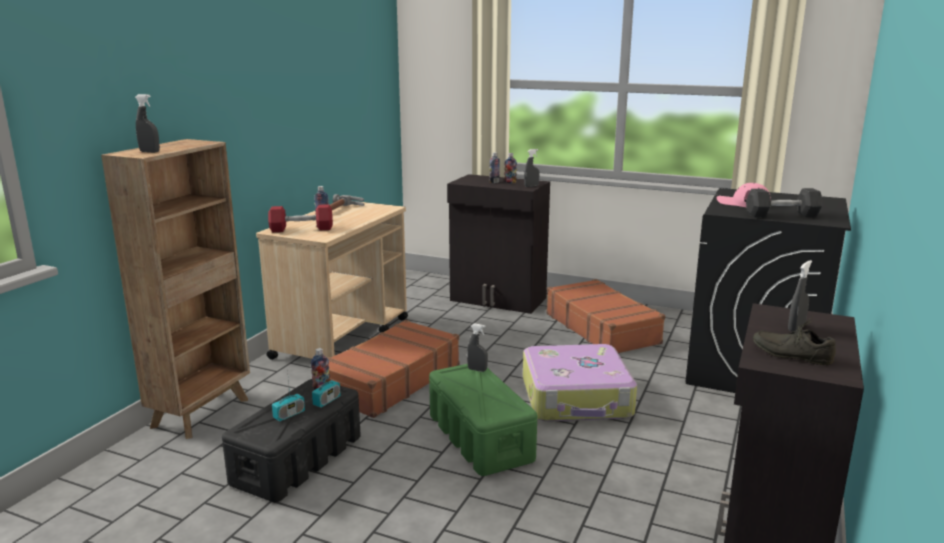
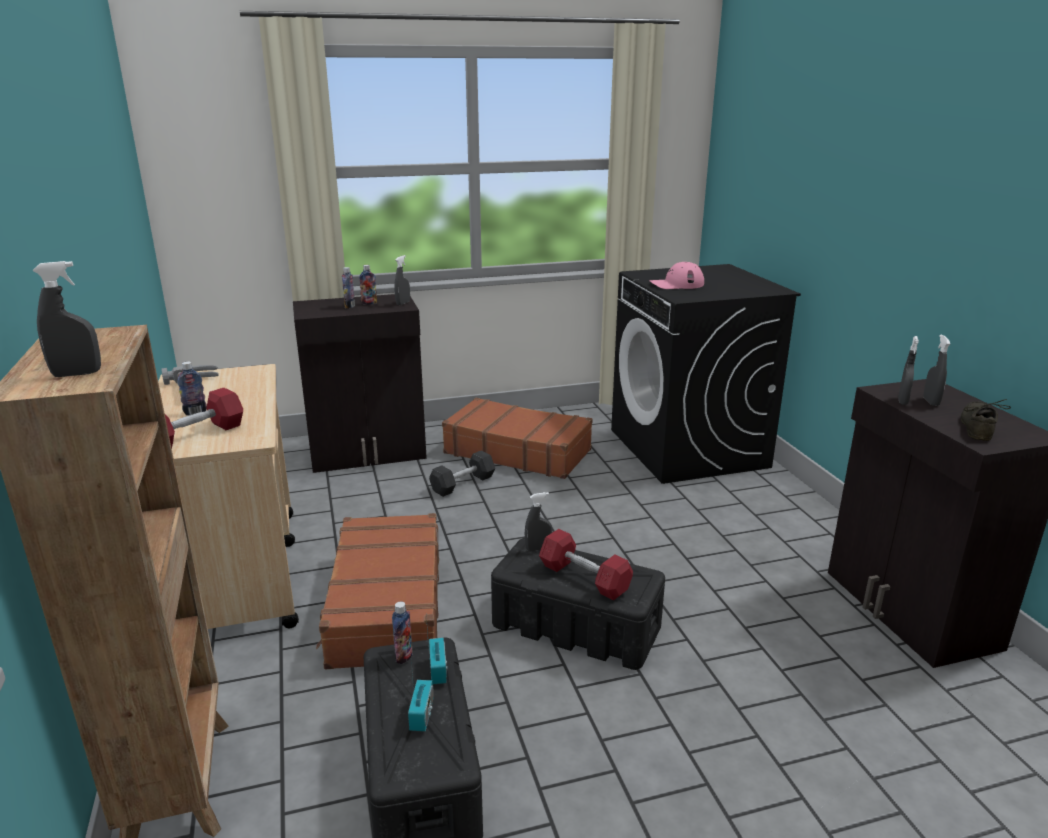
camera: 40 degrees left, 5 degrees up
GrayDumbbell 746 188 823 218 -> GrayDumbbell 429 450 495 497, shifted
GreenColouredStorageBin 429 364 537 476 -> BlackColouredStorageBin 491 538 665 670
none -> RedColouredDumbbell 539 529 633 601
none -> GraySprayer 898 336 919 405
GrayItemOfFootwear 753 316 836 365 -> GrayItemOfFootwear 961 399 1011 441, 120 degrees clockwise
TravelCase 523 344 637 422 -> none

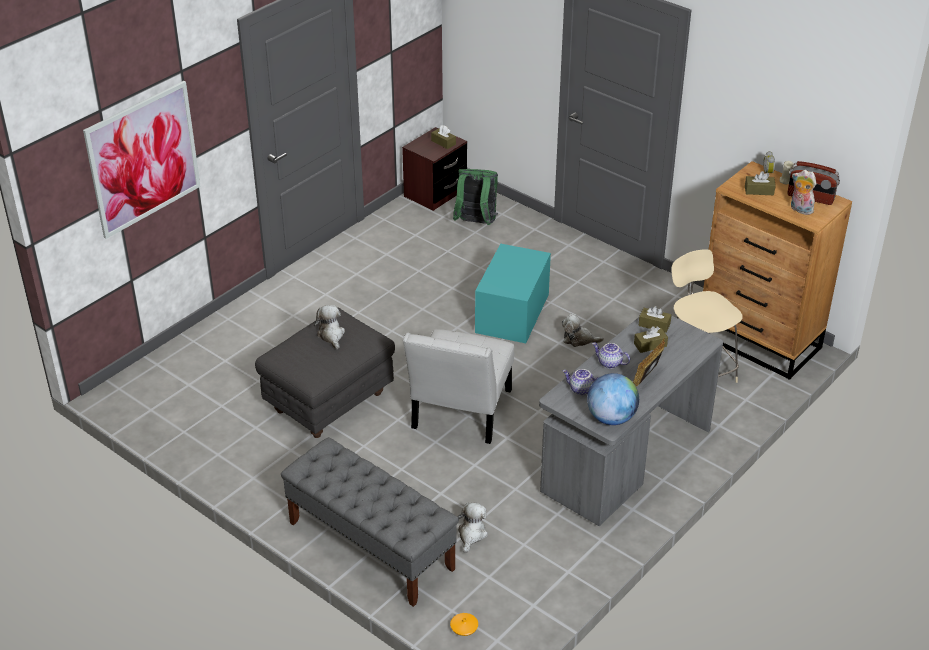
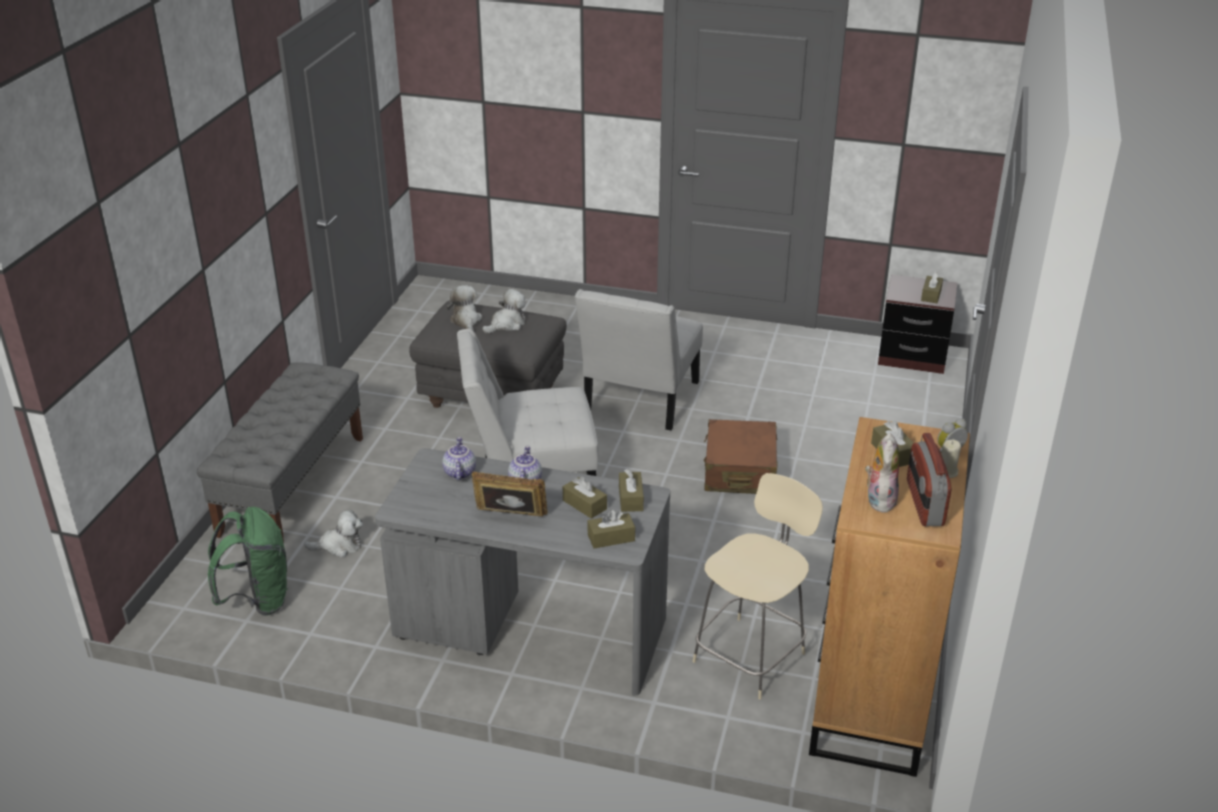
camera: 65 degrees right, 5 degrees down
GreenColouredRucksack 453 169 498 225 -> GreenColouredRucksack 208 507 287 616, shifted
PlushToy 562 314 604 347 -> PlushToy 447 285 482 331, shifted
none -> WhitishUprightChair 575 289 703 431
none -> BrownTissueBox 588 510 635 549
BlueGreenStorageBin 475 243 551 343 -> BrownTravelCase 704 419 778 494
WallArt 83 81 201 239 -> none
OrangeColouredDecorativeVase 450 613 478 636 -> none
DeskGlobe 587 373 639 425 -> none

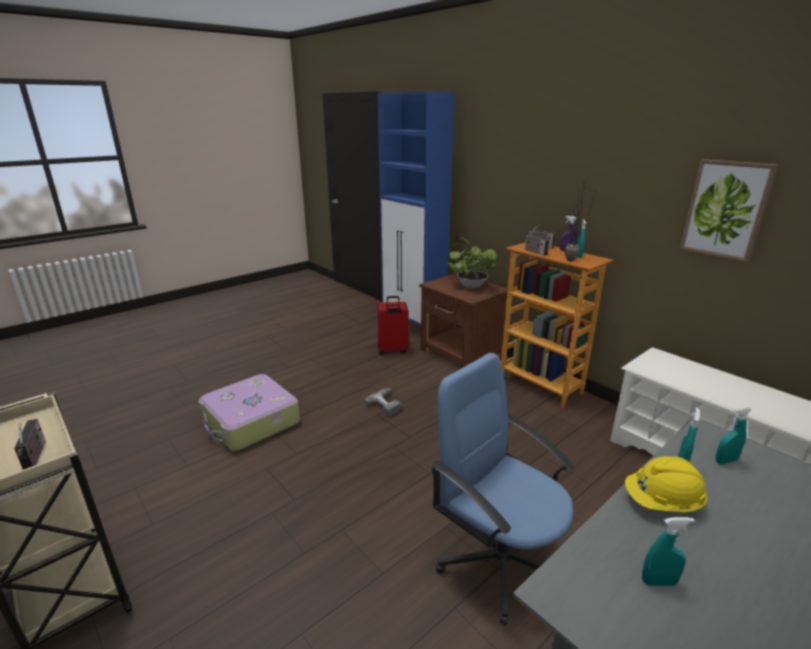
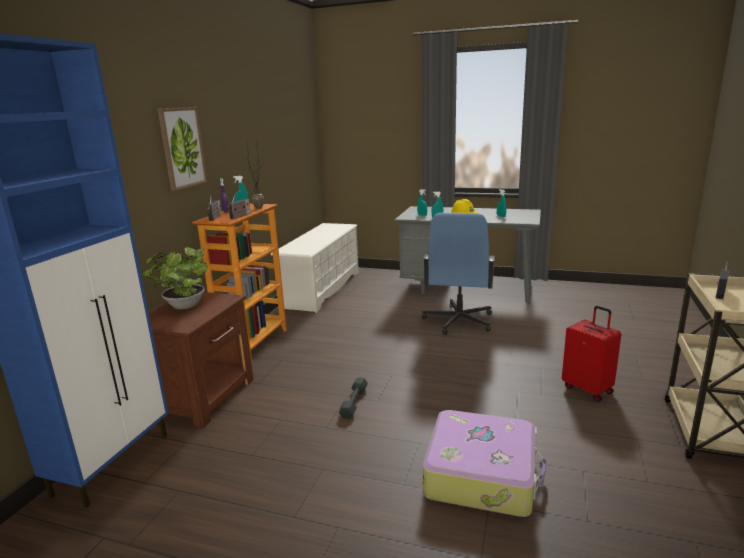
camera: 120 degrees left, 5 degrees down
WallArt 679 159 778 262 -> WallArt 158 107 207 191, shifted
PowerDrill 364 388 401 416 -> GrayDumbbell 339 377 368 419
RedColouredTravelCase 377 296 409 355 -> RedColouredTravelCase 562 306 621 402, shifted

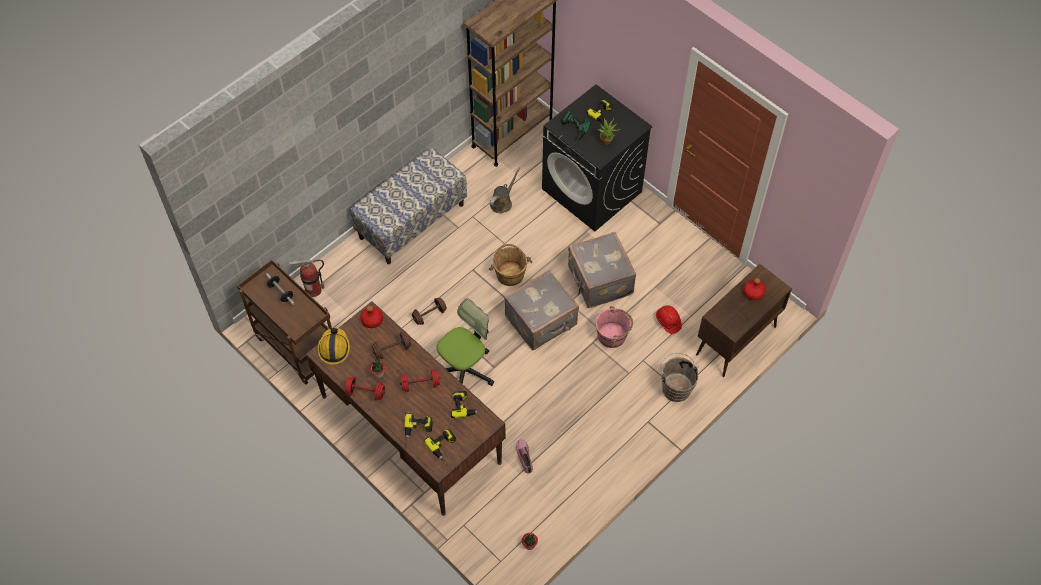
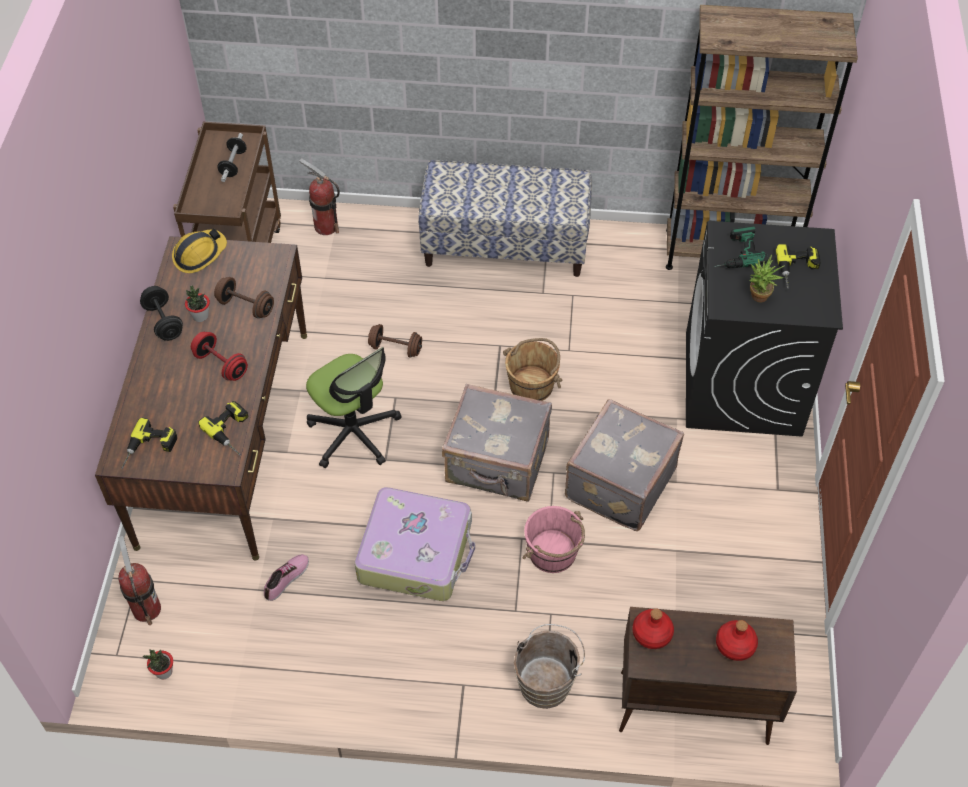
camera: 50 degrees right, 5 degrees down
none -> FireFightingCylinder 118 536 161 625
RedColouredDumbbell 345 377 385 401 -> BlackColouredDumbbell 140 286 183 341
DeskChair 437 298 494 386 -> DeskChair 306 347 402 468, 45 degrees clockwise
none -> TravelCase 355 487 475 601
RedColouredBottle 360 306 383 328 -> RedColouredBottle 633 608 674 649, shifted
PowerDrill 404 413 433 449 -> none
BrownWateringCan 490 168 520 213 -> none
RedColouredSafetyHelmet 656 305 682 334 -> none

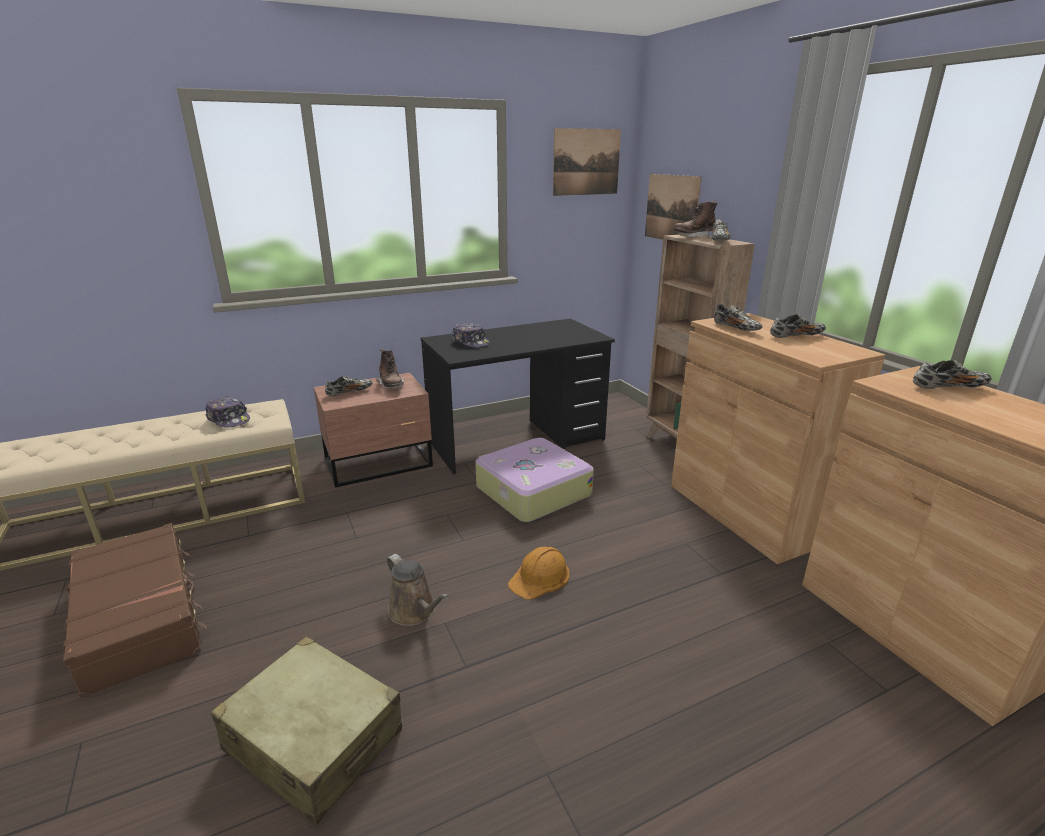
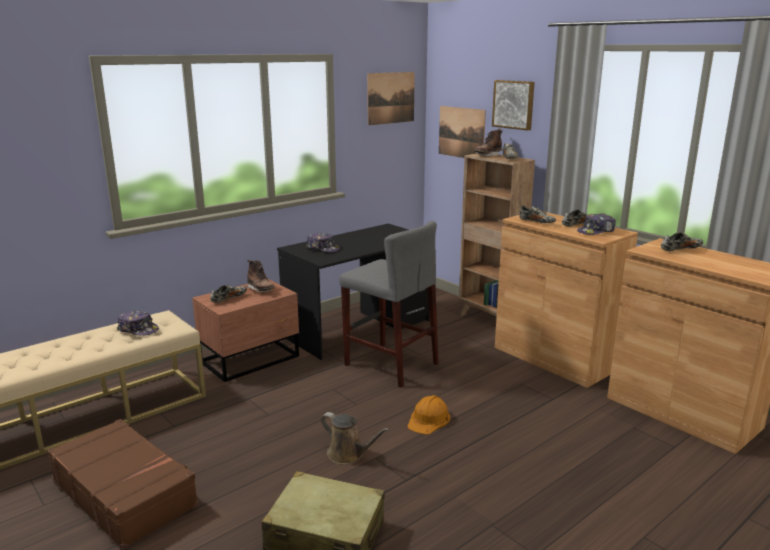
camera: 15 degrees left, 5 degrees down
TravelCase 475 438 594 522 -> GraySittingStool 339 221 439 388
none -> WallArt 492 80 535 131
none -> BaseballCap 577 214 616 235

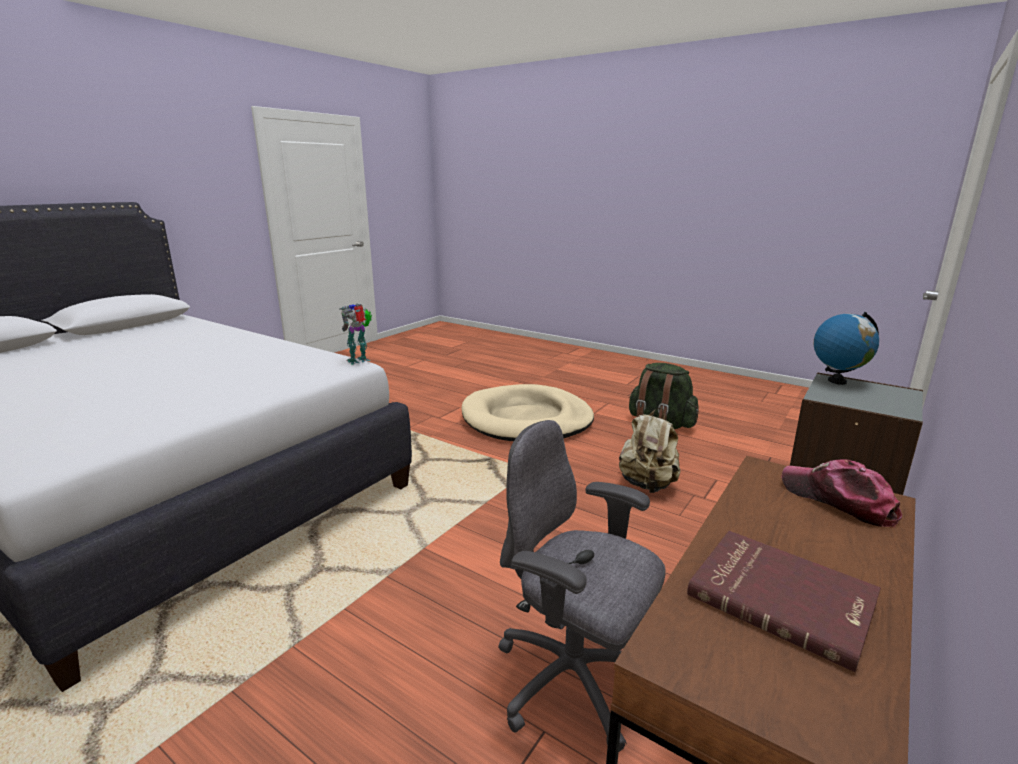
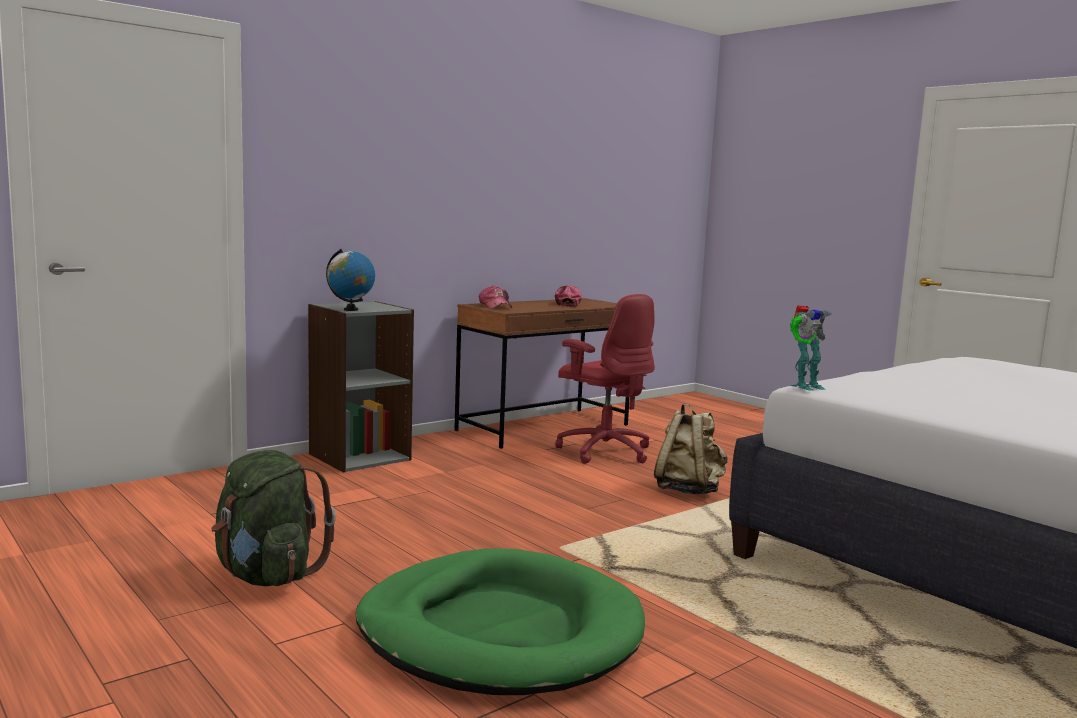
camera: 165 degrees left, 10 degrees down
BeigeDogBed 462 384 594 441 -> GreenColouredDogBed 356 548 645 695
RedColouredBoundBook 687 531 881 672 -> BaseballCap 555 285 582 307
GrayDeskChair 498 420 666 752 -> RedColouredDeskChair 555 294 655 464
BeigeRucksack 619 408 681 493 -> BeigeRucksack 654 403 728 494, shifted

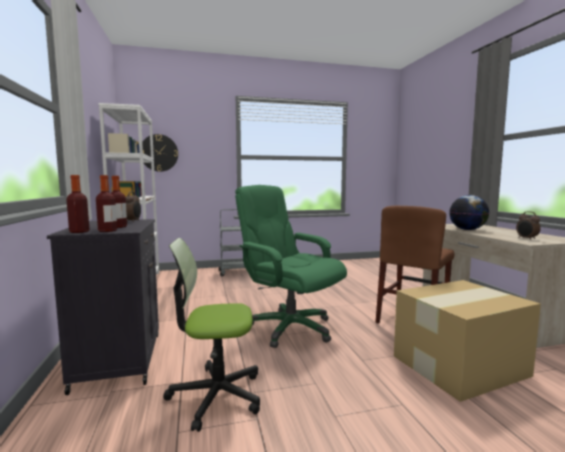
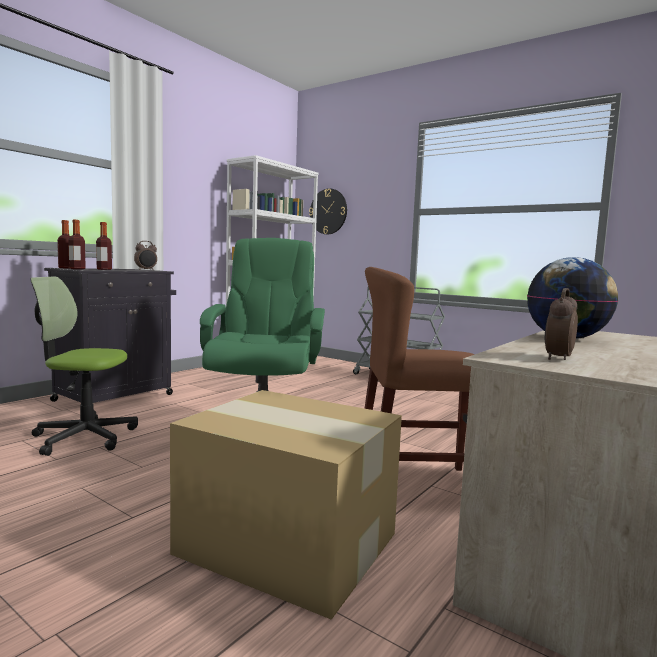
camera: 50 degrees right, 0 degrees up
DeskChair 163 238 260 432 -> DeskChair 30 277 138 456, 45 degrees counterclockwise

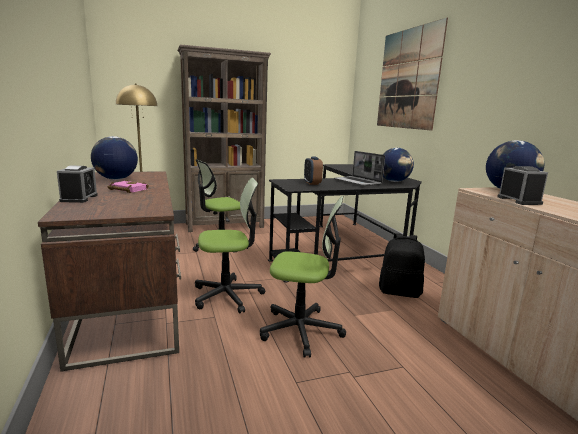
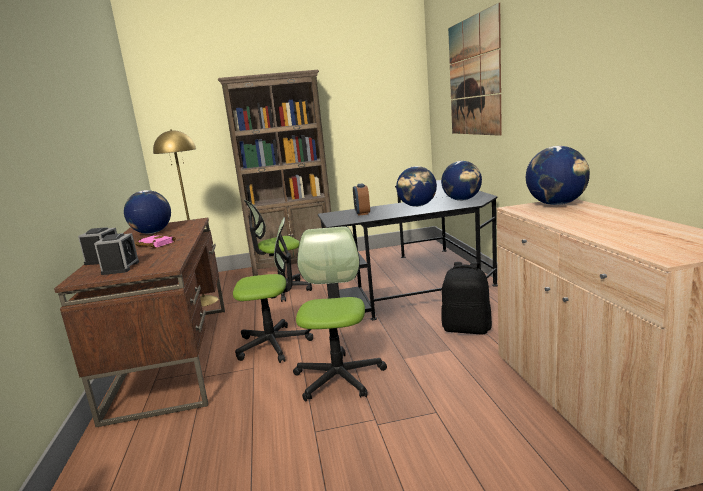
camera: 10 degrees right, 0 degrees up
AlarmClock 497 166 548 205 -> AlarmClock 94 233 139 275, shifted
DeskChair 260 196 346 358 -> DeskChair 293 226 387 402, 105 degrees counterclockwise
NotebookComputer 334 151 385 186 -> DeskGlobe 396 166 437 207

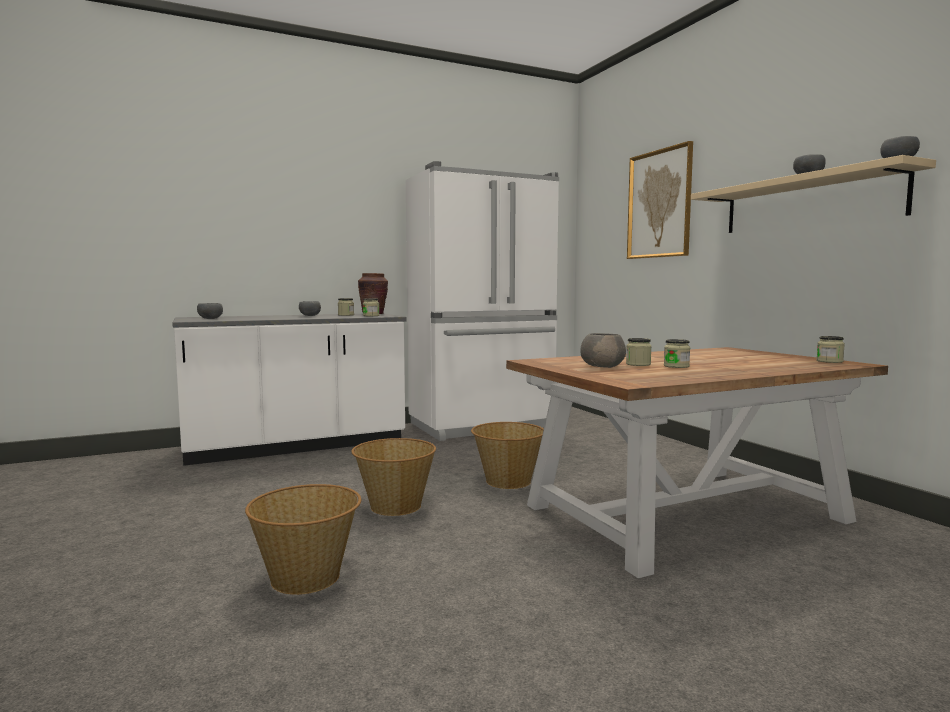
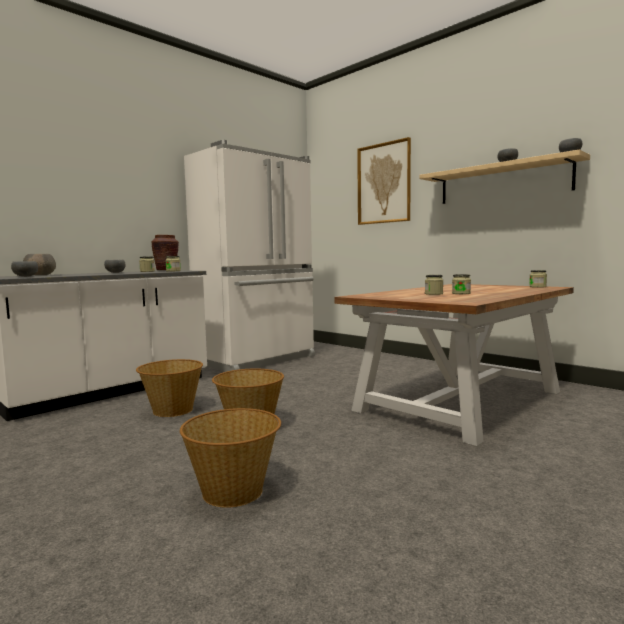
camera: 20 degrees left, 0 degrees up
GrayServingBowl 580 333 626 368 -> GrayServingBowl 23 254 56 275, shifted
HouseholdBasket 471 422 544 489 -> HouseholdBasket 136 359 203 417, shifted

